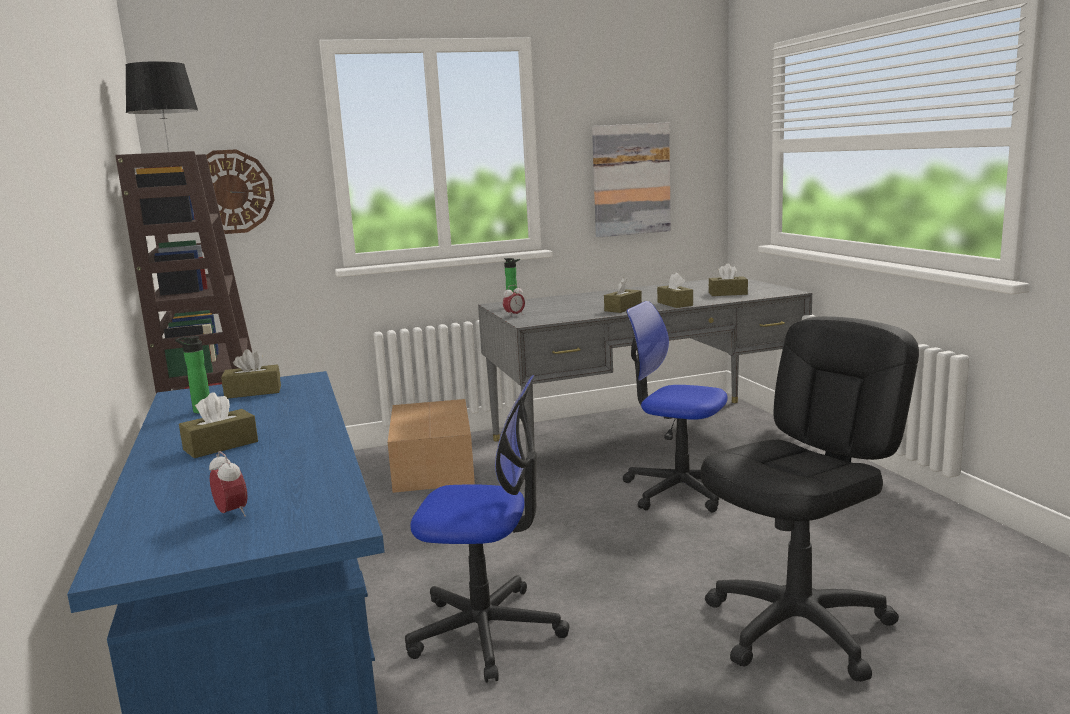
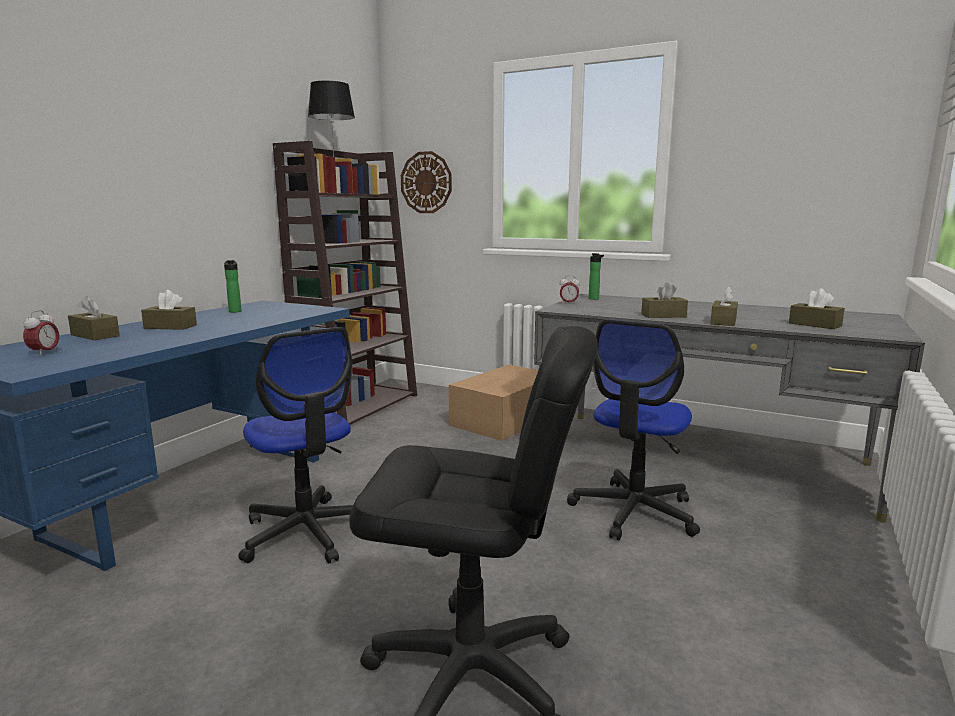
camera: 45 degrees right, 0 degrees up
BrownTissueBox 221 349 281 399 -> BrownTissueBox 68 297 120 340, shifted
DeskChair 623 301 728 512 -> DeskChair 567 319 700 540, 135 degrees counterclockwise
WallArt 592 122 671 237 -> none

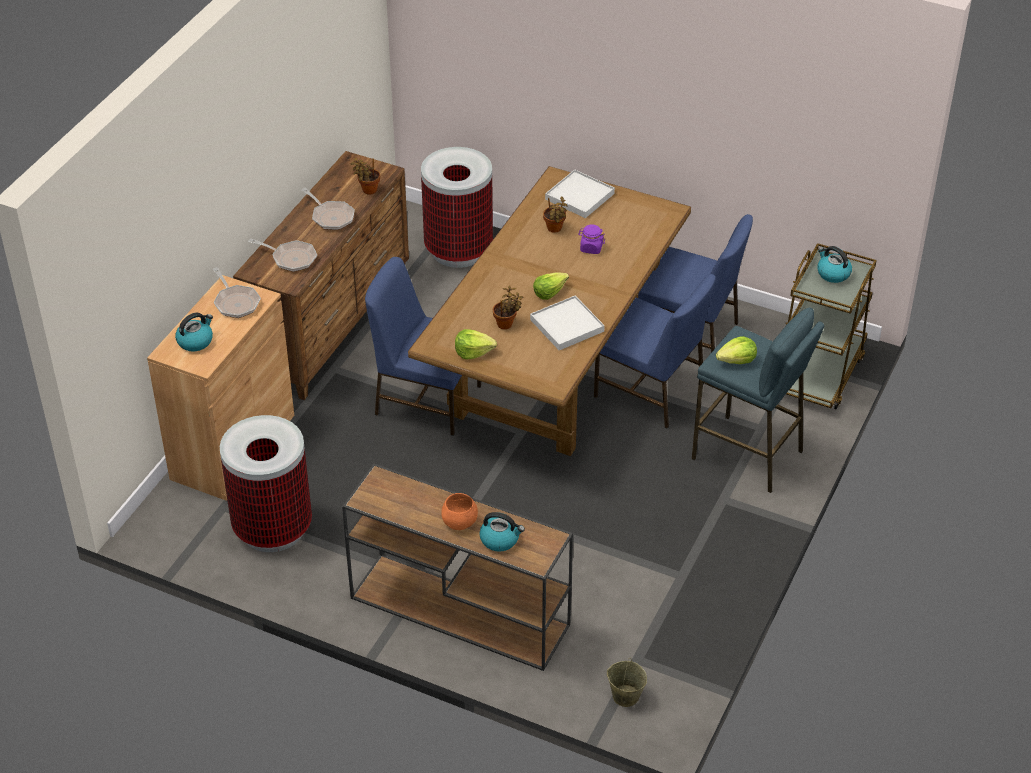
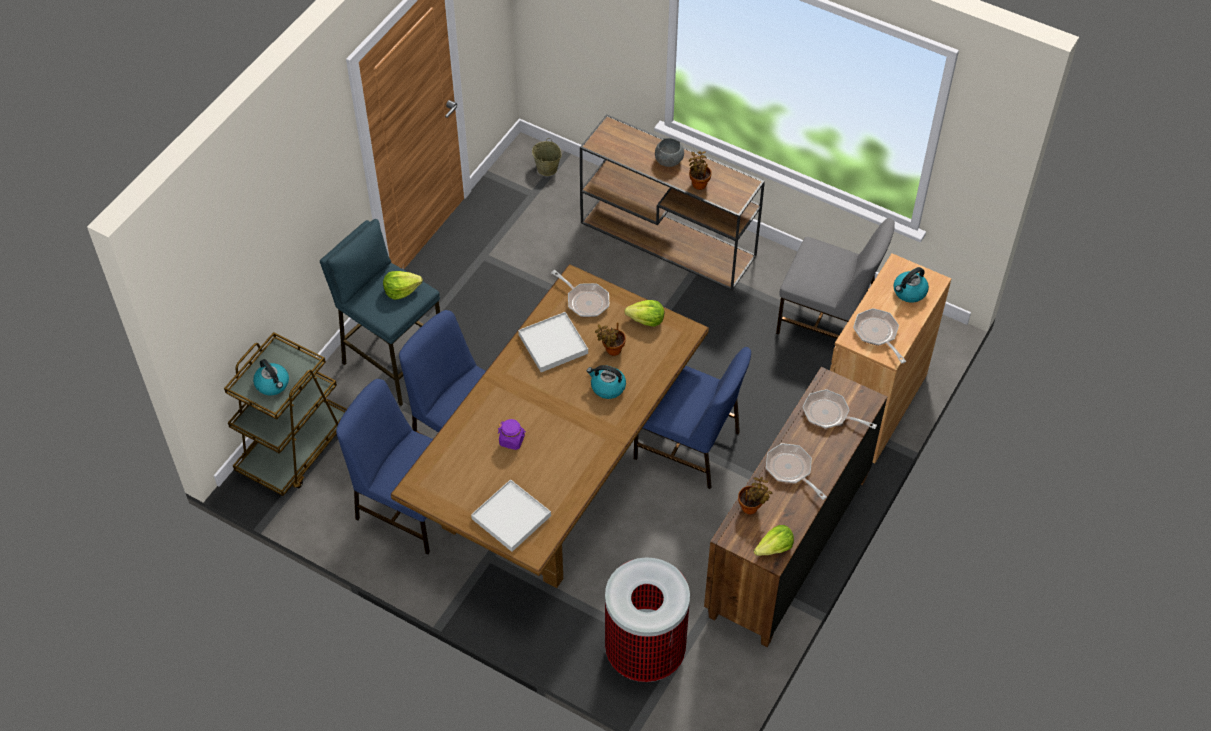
camera: 175 degrees left, 10 degrees up
none -> FryingPan 551 270 609 317
Kettle 479 512 525 552 -> Kettle 587 365 626 399, shifted
OrangeColouredServingBowl 441 493 478 530 -> GrayServingBowl 655 138 684 167
PlantInAPot 543 196 568 233 -> PlantInAPot 689 151 712 190, shifted
HeadOfLettuce 533 272 569 300 -> HeadOfLettuce 754 525 794 556, shifted
RubbishBin 220 415 312 552 -> GrayUprightChair 776 218 895 339

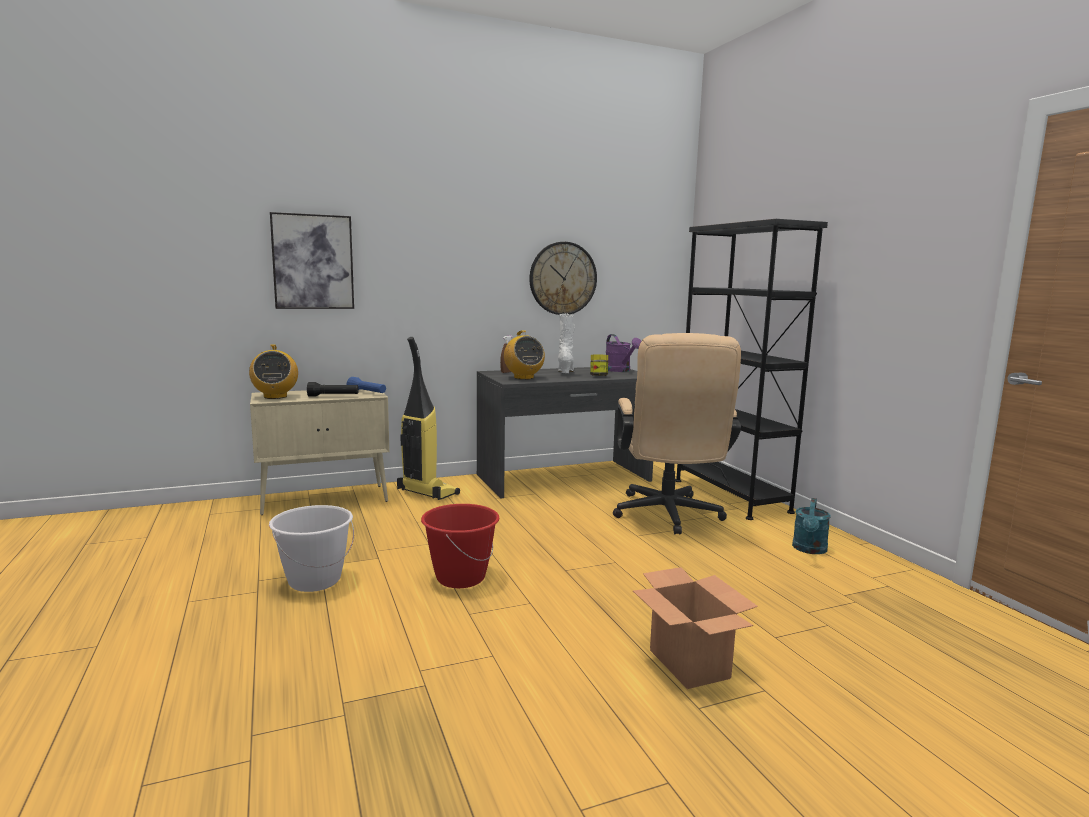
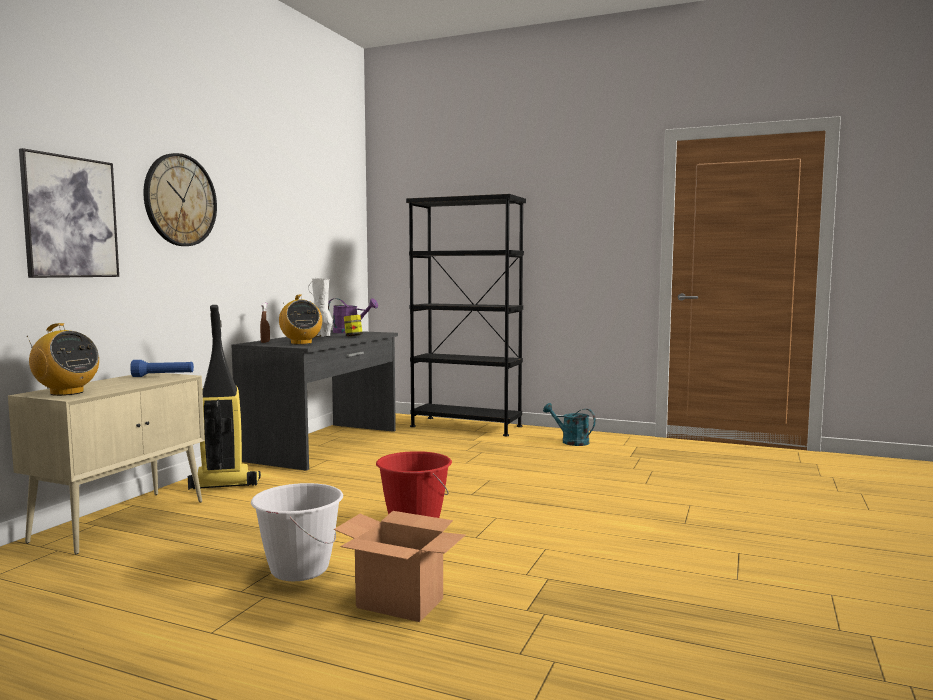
camera: 45 degrees left, 5 degrees down
ClockOnTheWall 529 242 597 315 -> ClockOnTheWall 143 153 217 246, shifted
Radio 504 330 545 380 -> Radio 279 295 322 345, 45 degrees clockwise
CardboardBox 633 567 758 689 -> CardboardBox 334 511 466 622, shifted
BlueGreenWateringCan 792 498 831 554 -> BlueGreenWateringCan 543 403 596 446, 150 degrees clockwise
BlackColouredFlashlight 307 382 359 397 -> none
BeigeDeskChair 613 333 741 535 -> none

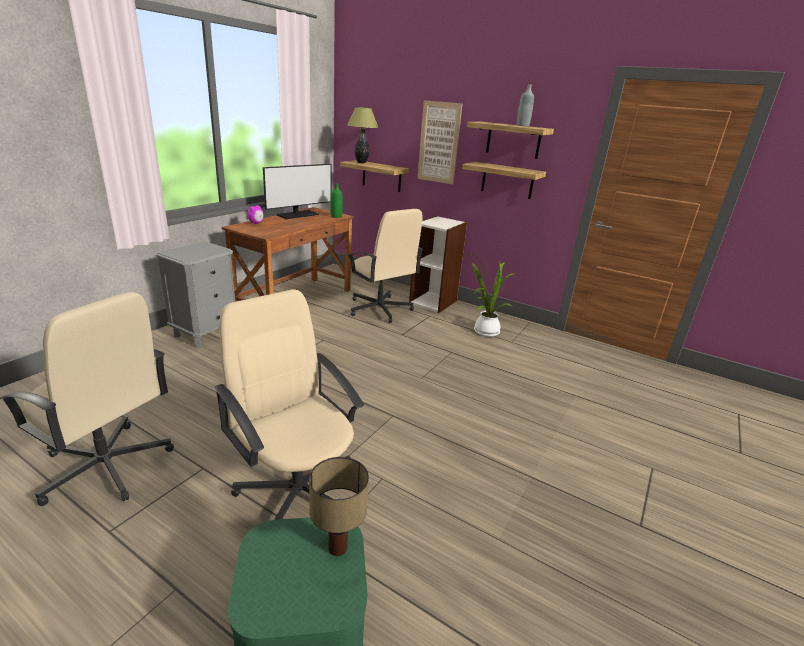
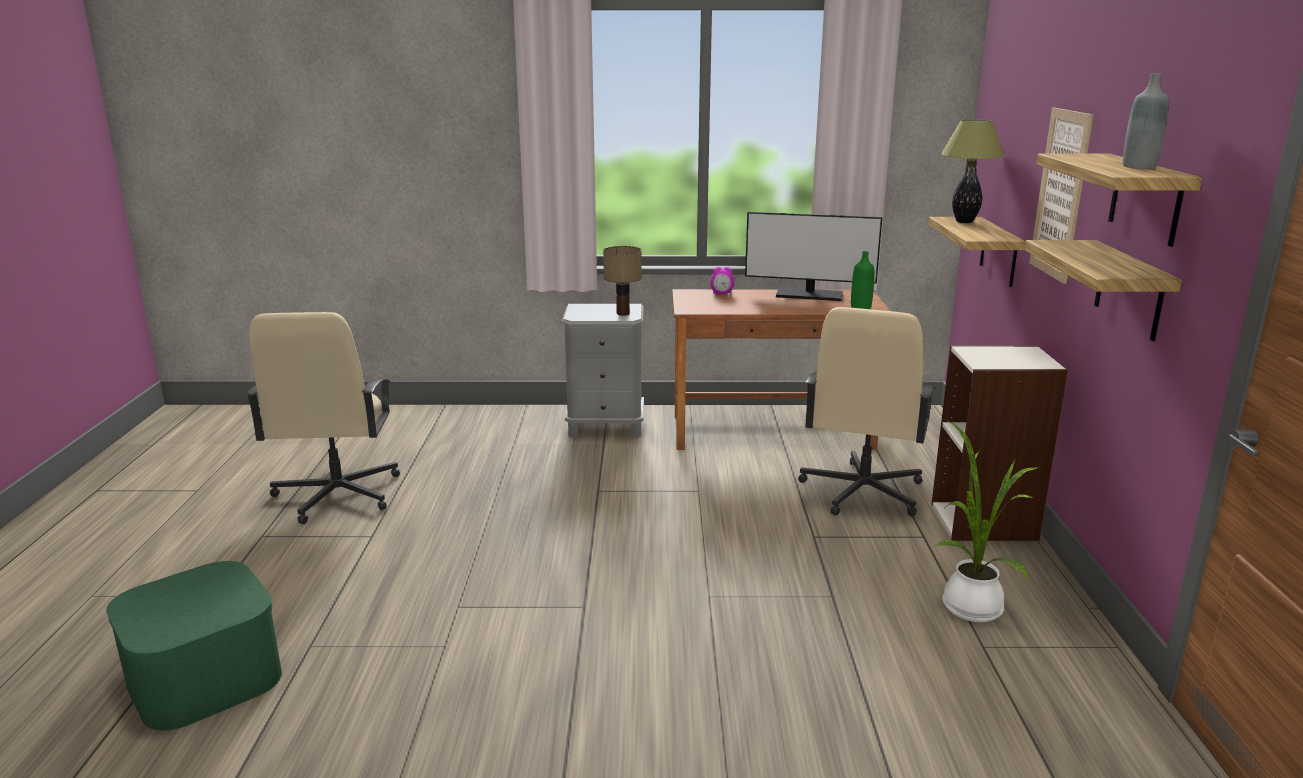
camera: 60 degrees right, 5 degrees down
LampForATable 309 457 369 556 -> LampForATable 603 246 642 316, shifted
BeigeDeskChair 214 289 364 520 -> none

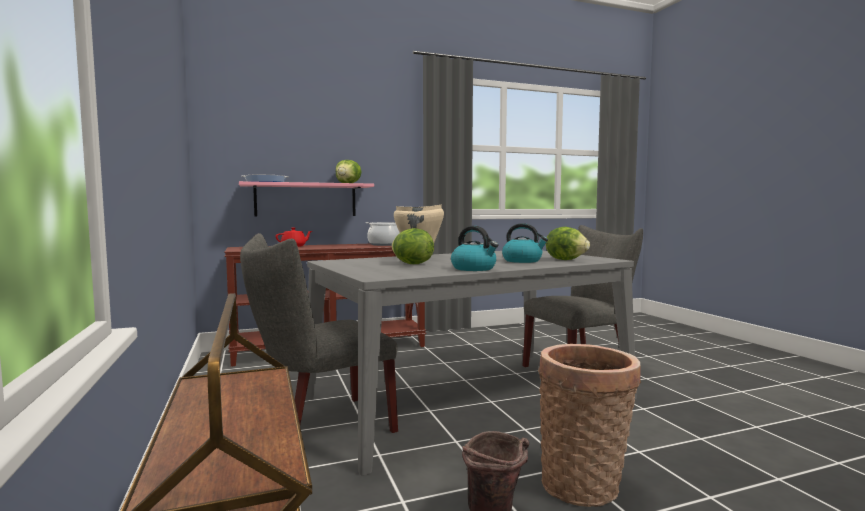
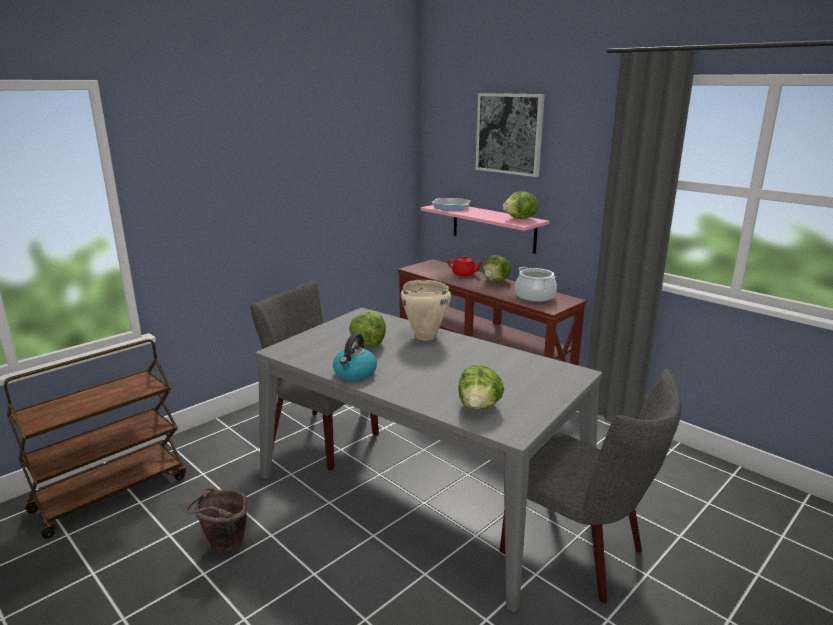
camera: 65 degrees right, 15 degrees up
none -> WallArt 476 93 545 177
none -> HeadOfLettuce 483 255 511 281
Kettle 502 223 548 263 -> none
HouseholdBasket 538 344 641 507 -> none

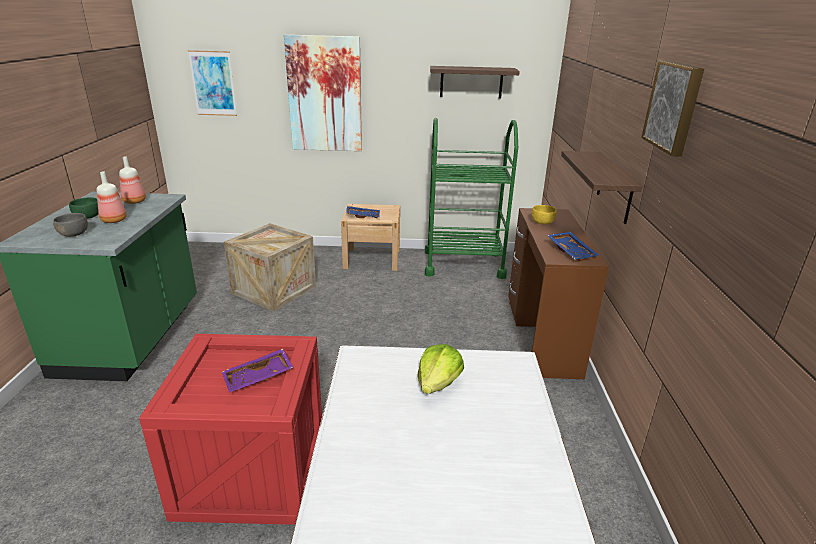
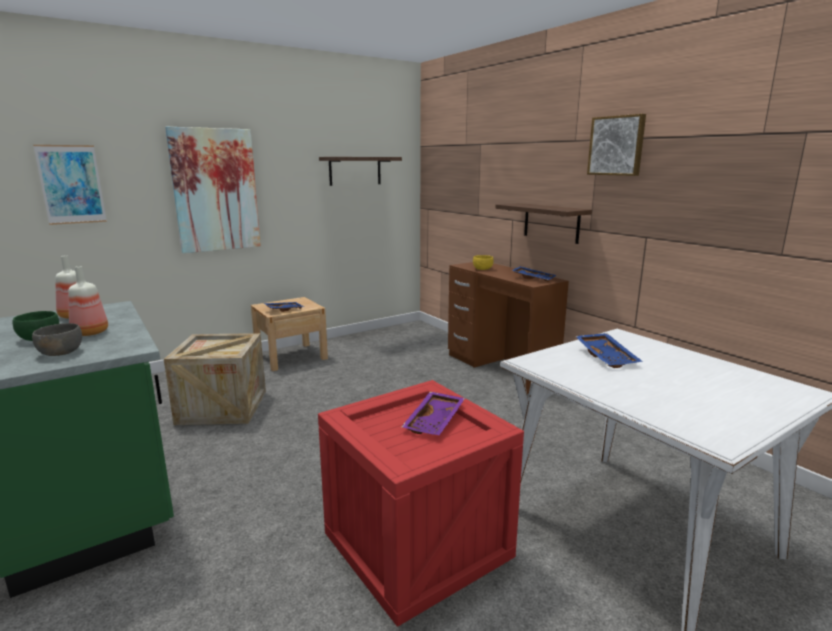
camera: 35 degrees left, 10 degrees down
HeadOfLettuce 417 344 464 394 -> BlueColouredCarryingTray 575 333 642 368
GreenColouredCart 425 118 518 279 -> none

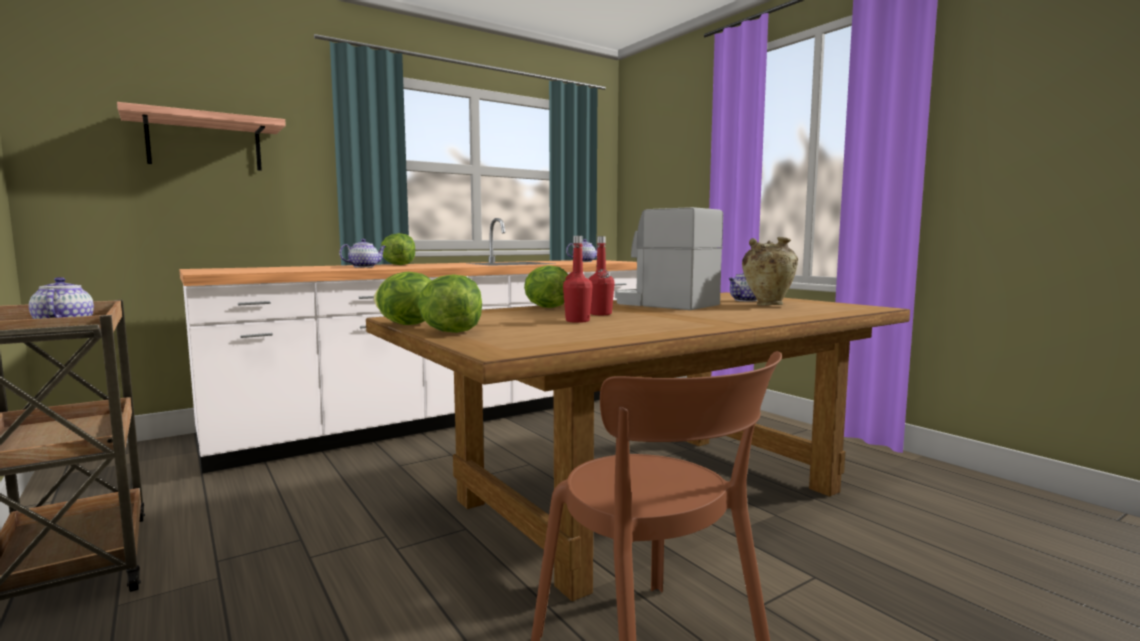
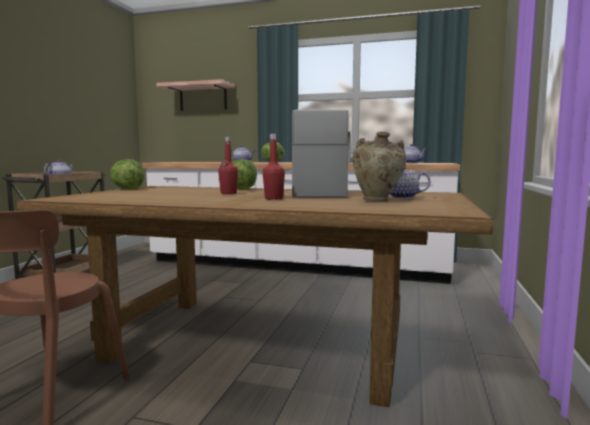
camera: 50 degrees right, 0 degrees up
RedColouredBottle 563 236 593 323 -> RedColouredBottle 263 134 285 200, shifted
HeadOfLettuce 418 274 482 333 -> none

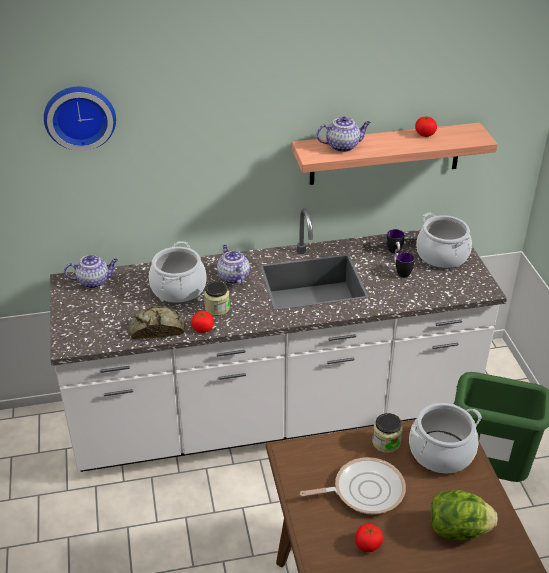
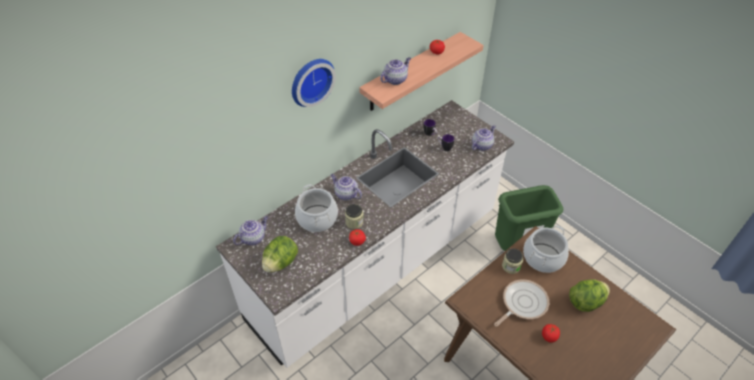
camera: 30 degrees left, 10 degrees up
none -> HeadOfLettuce 262 236 298 273
ClockOnTheWall 44 87 116 151 -> ClockOnTheWall 292 59 336 107, shifted
none -> PotForTea 472 125 496 151
BakedBread 129 306 185 339 -> none
CookingPot 416 213 472 269 -> none

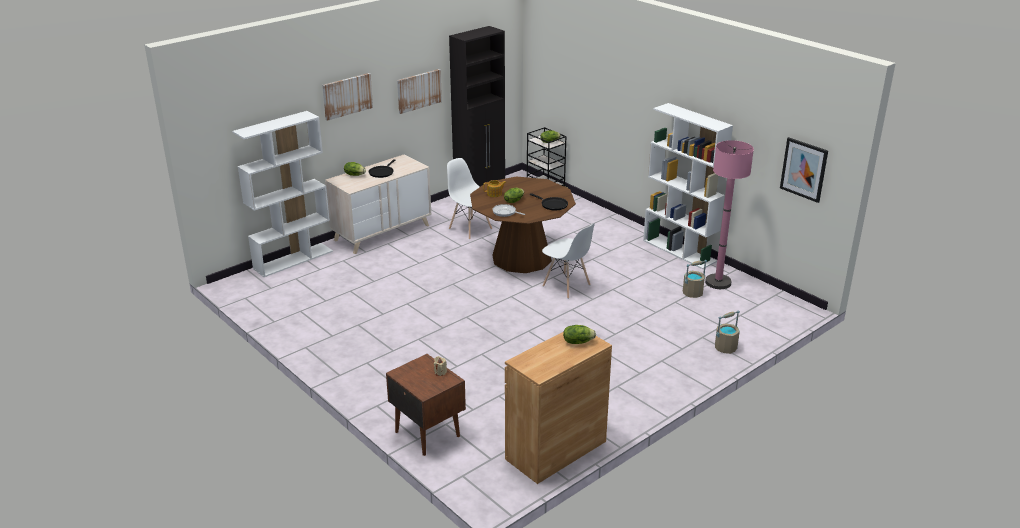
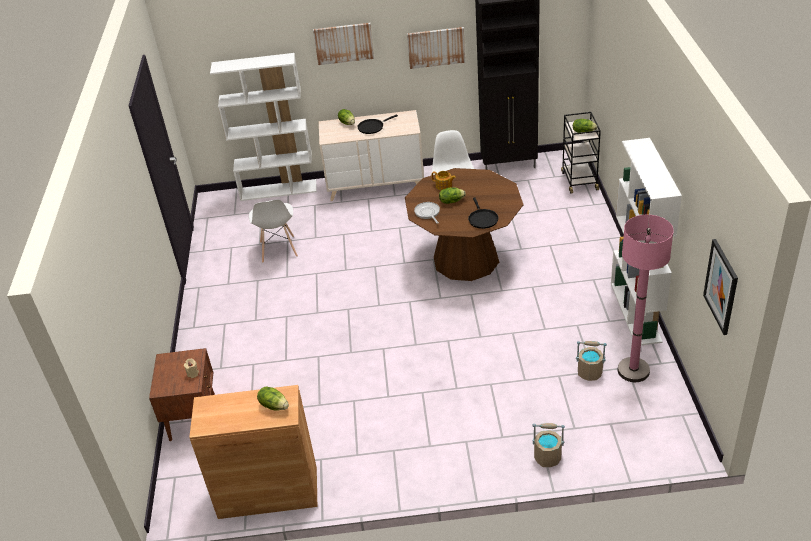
camera: 40 degrees right, 10 degrees up
WhitishUprightChair 542 223 595 299 -> WhitishUprightChair 249 199 298 263, shifted

